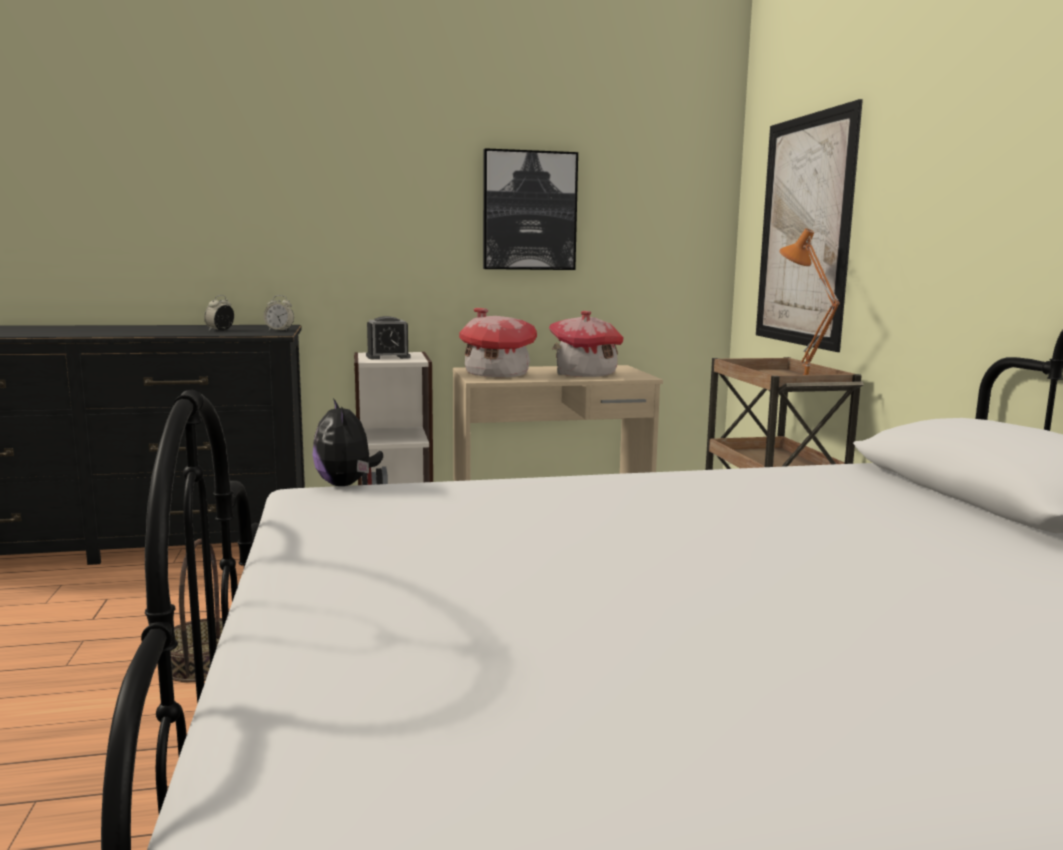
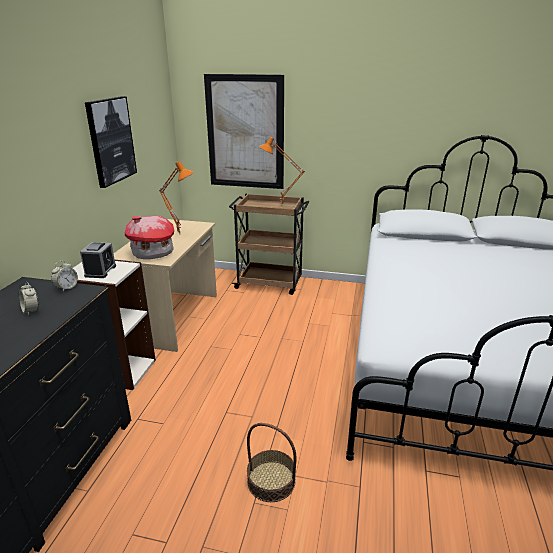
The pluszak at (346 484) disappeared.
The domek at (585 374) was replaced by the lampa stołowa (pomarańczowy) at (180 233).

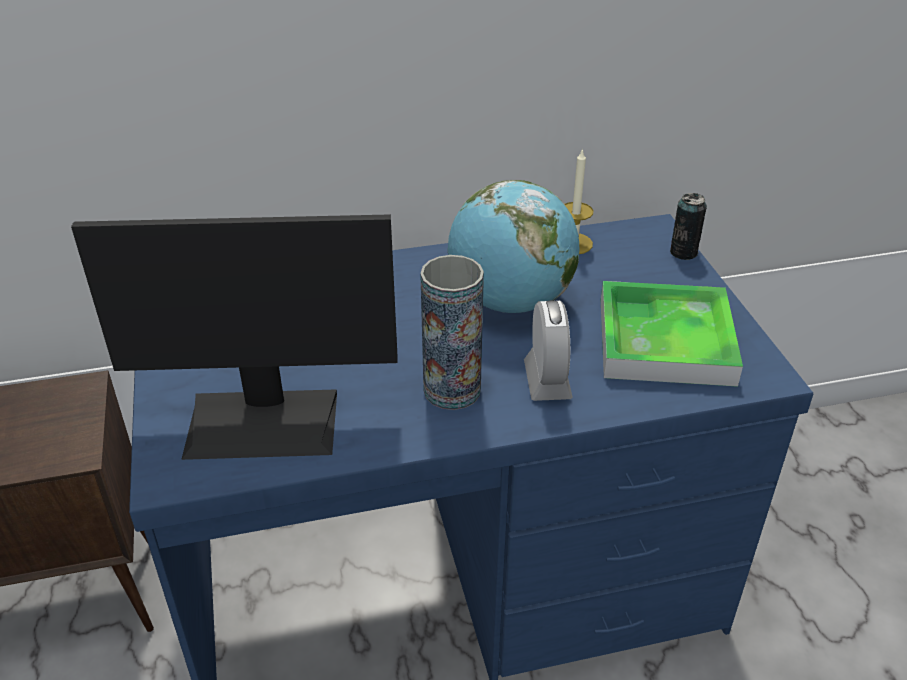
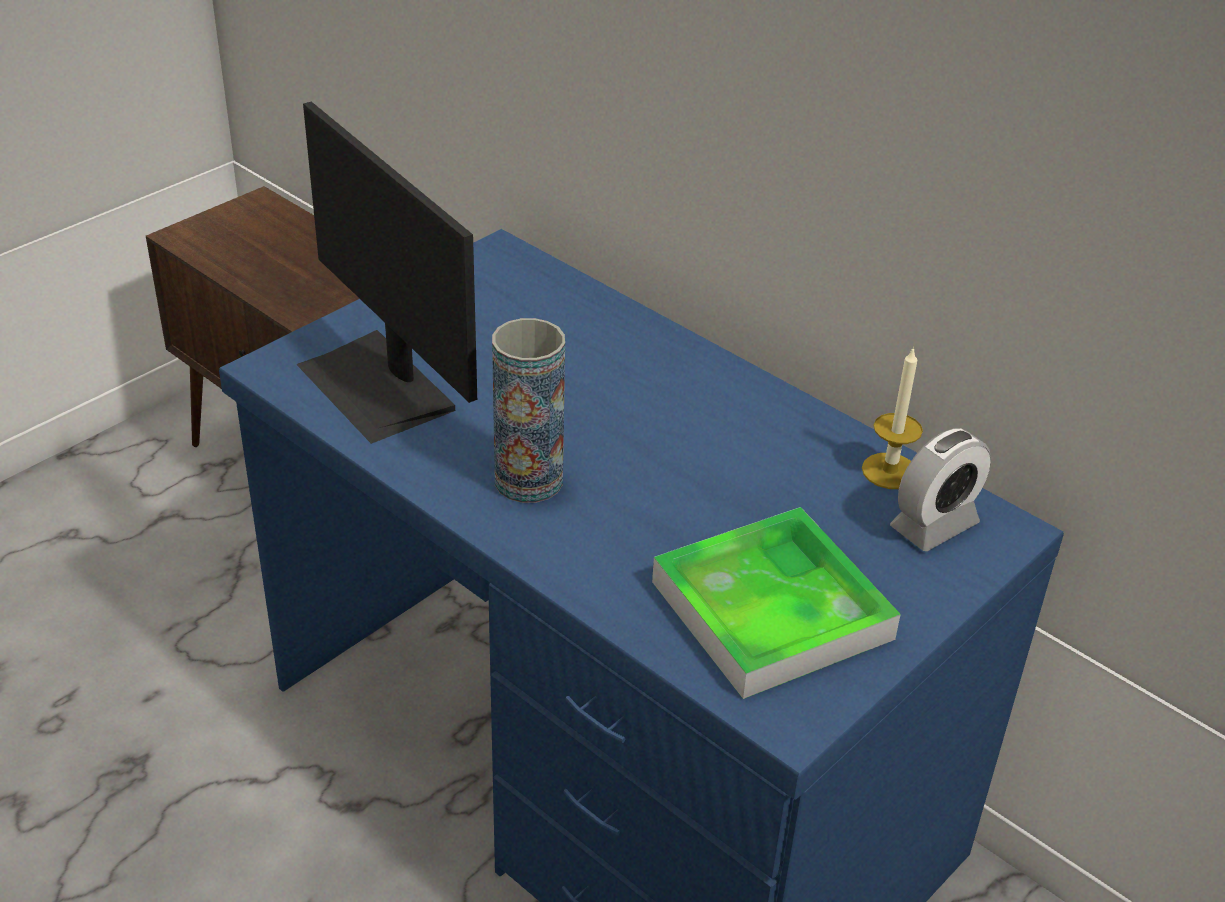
The globus at (510 302) disappeared.
The puszka at (683 252) disappeared.
The budzik moved from (547 380) to (934 525).

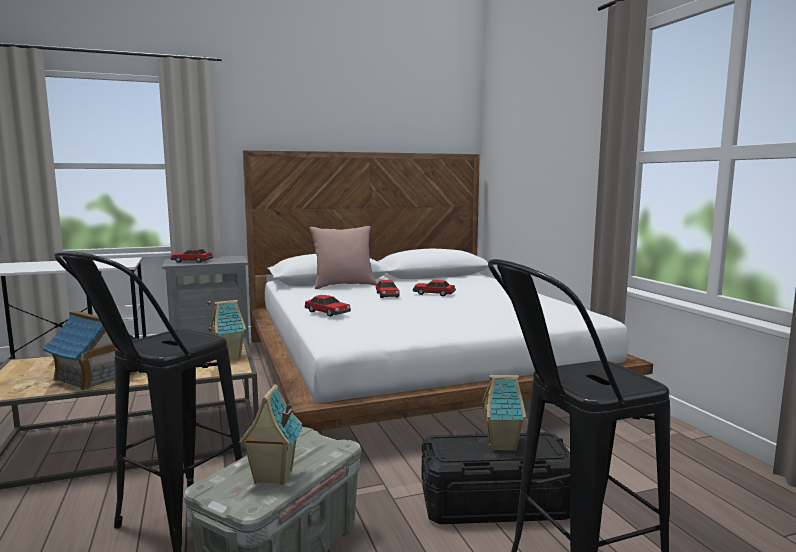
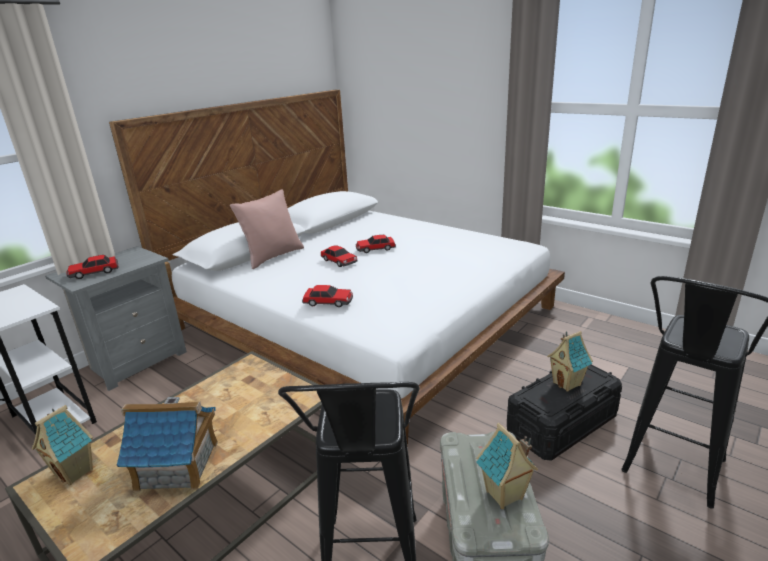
The domek moved from (230 356) to (76 472).

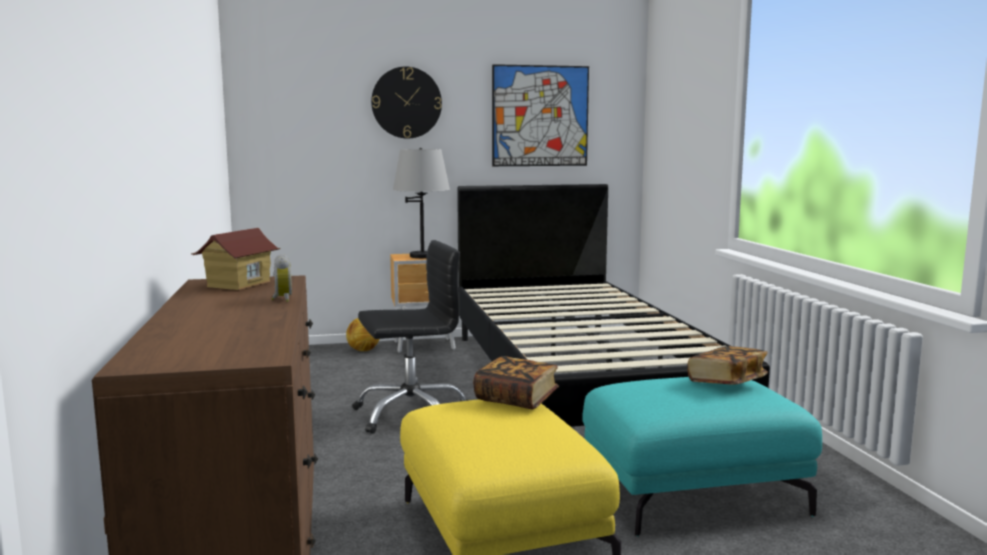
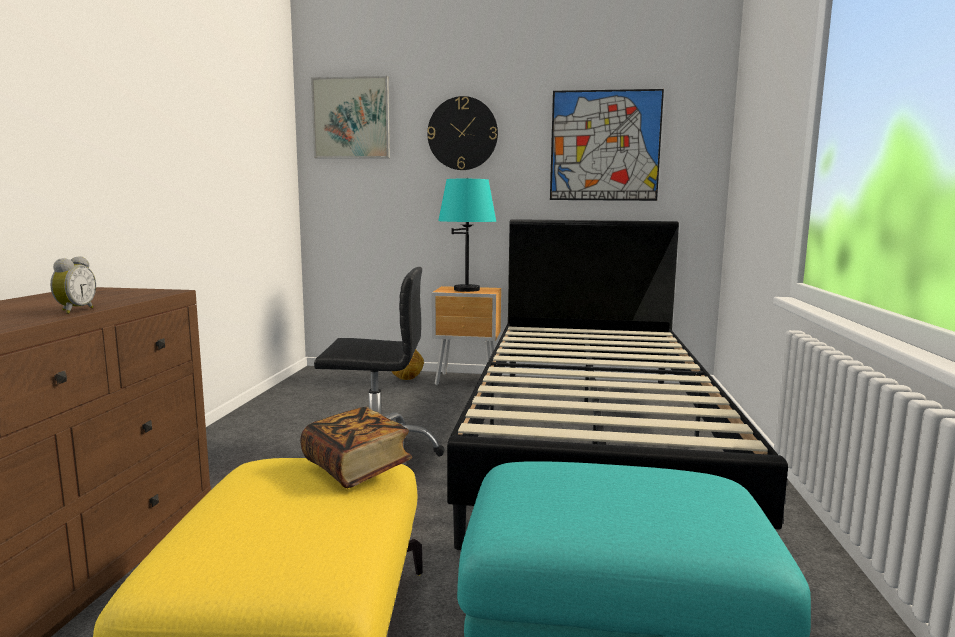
The domek at (238 284) disappeared.
The książka at (727 382) disappeared.
The obraz at (351 118) appeared.
The lampa stołowa (szary) at (422 256) became the lampa stołowa (turkusowy) at (467 289).

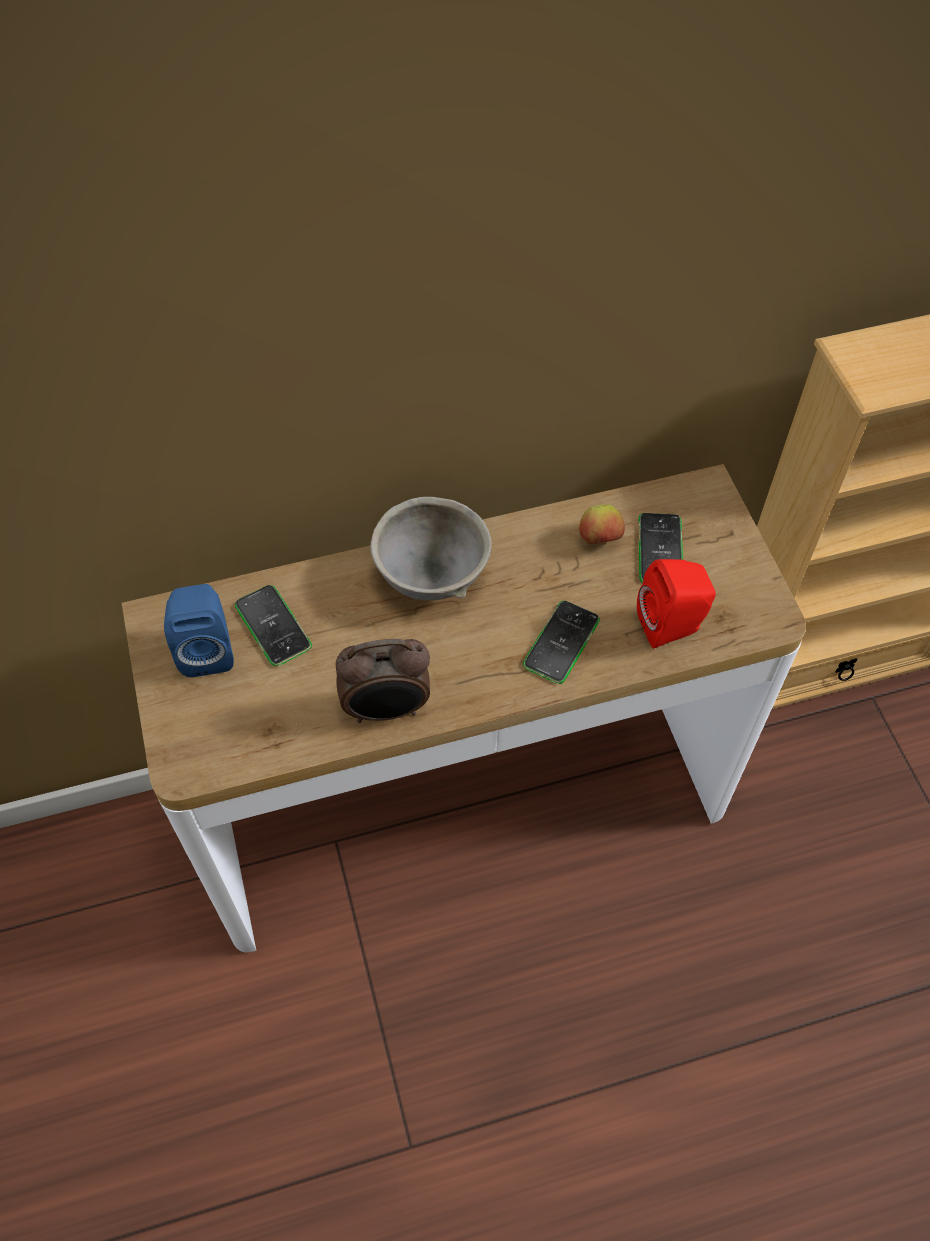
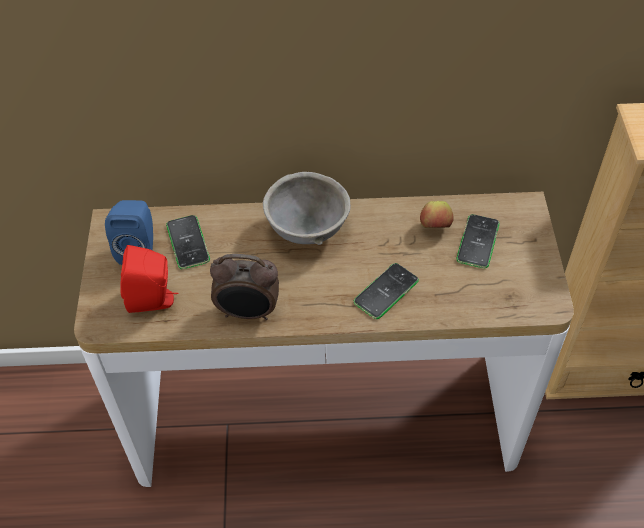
The głośnik (czerwony) moved from (672 626) to (154 300).

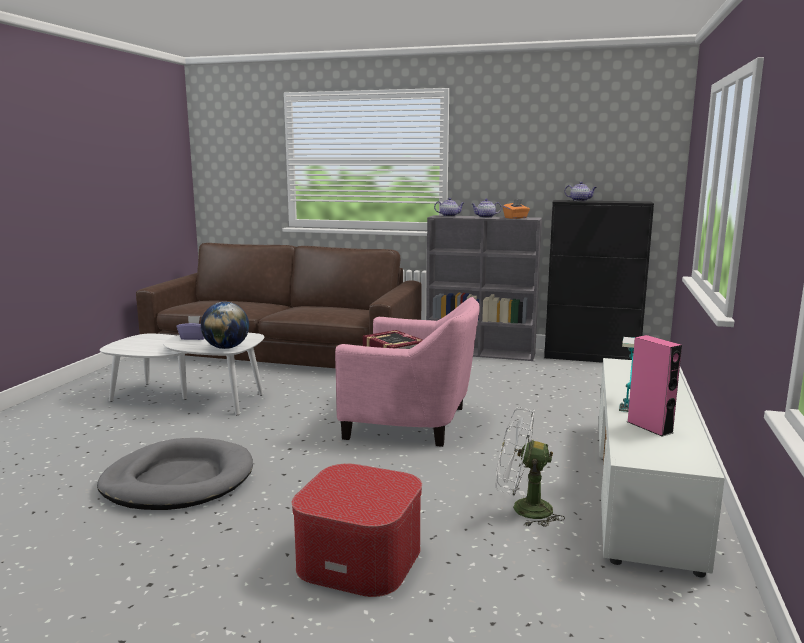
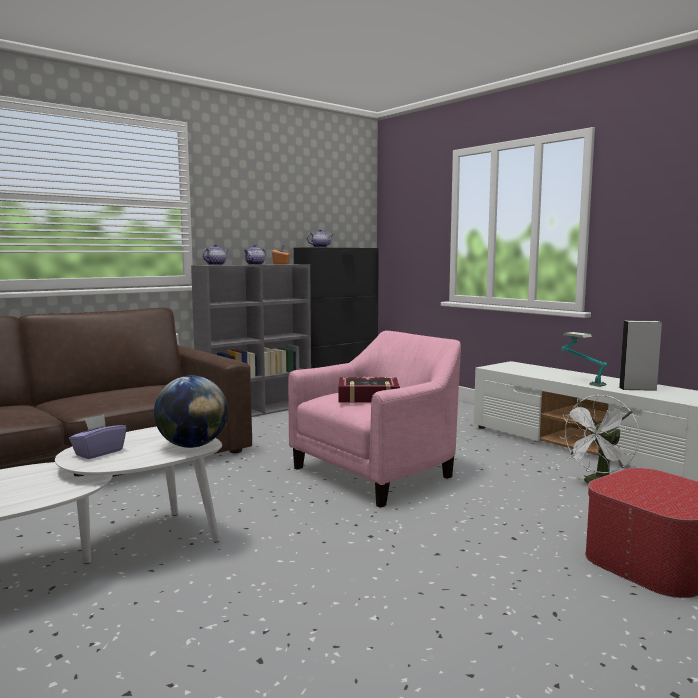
The legowisko (szary) at (178 480) disappeared.
The głośnik (różowy) at (649 427) became the głośnik (szary) at (637 388).

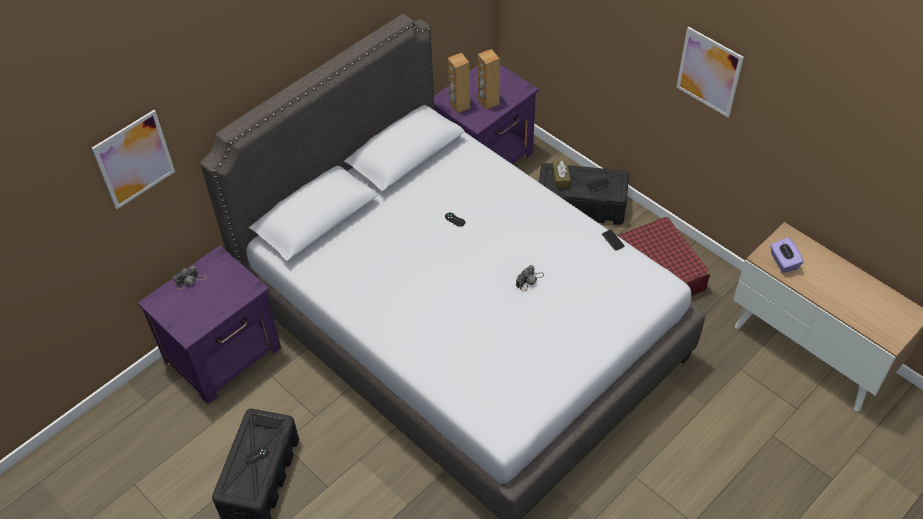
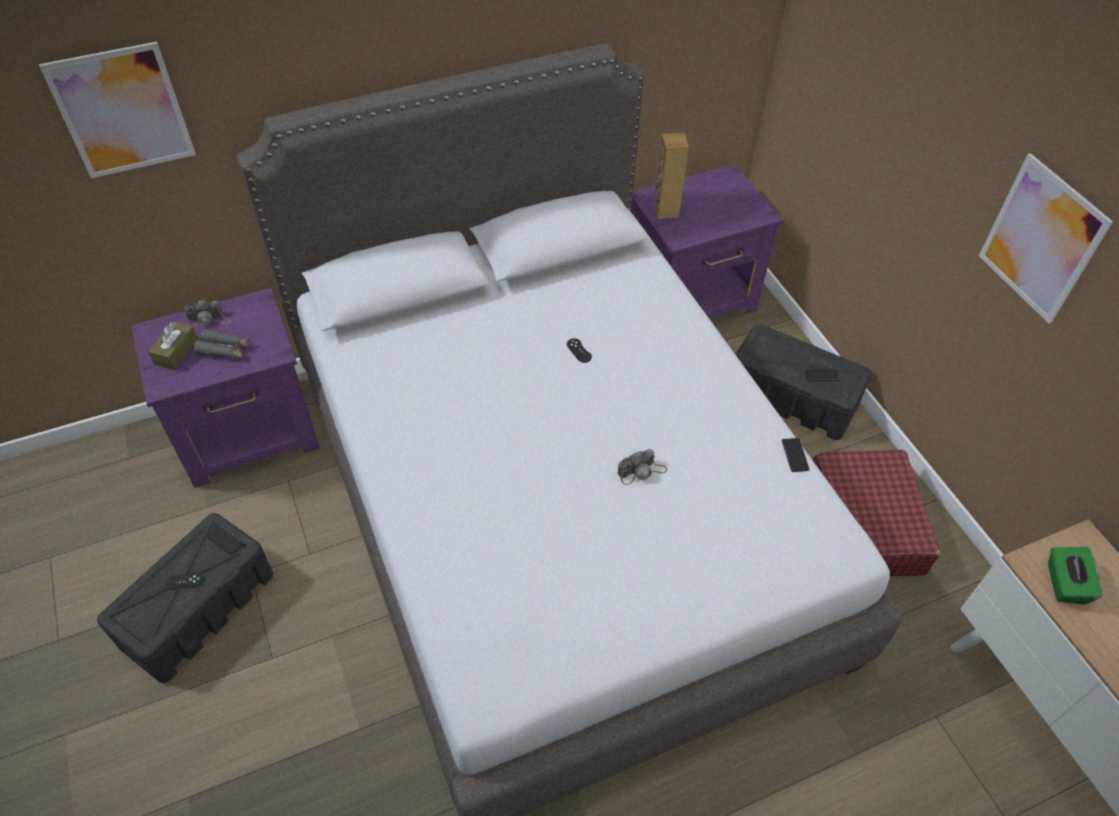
The głośnik (brązowy) at (488 102) disappeared.
The lornetka (szary) at (225 350) appeared.
The pudełko chusteczek (brązowy) moved from (560 179) to (176 351).
The pudełko chusteczek (fioletowy) at (783 262) became the pudełko chusteczek (zielony) at (1064 584).

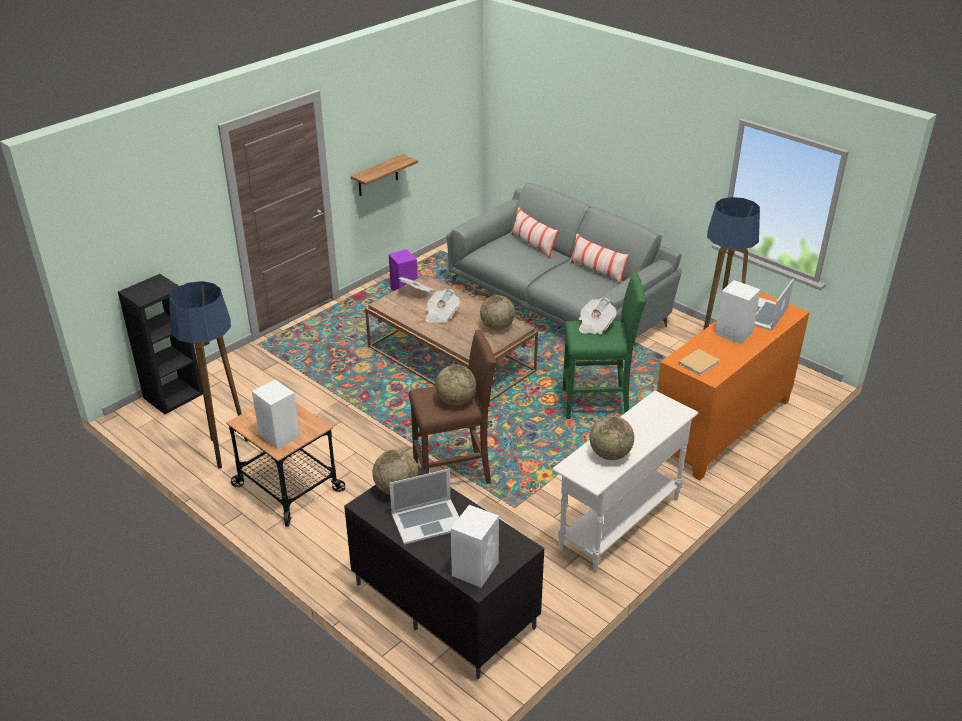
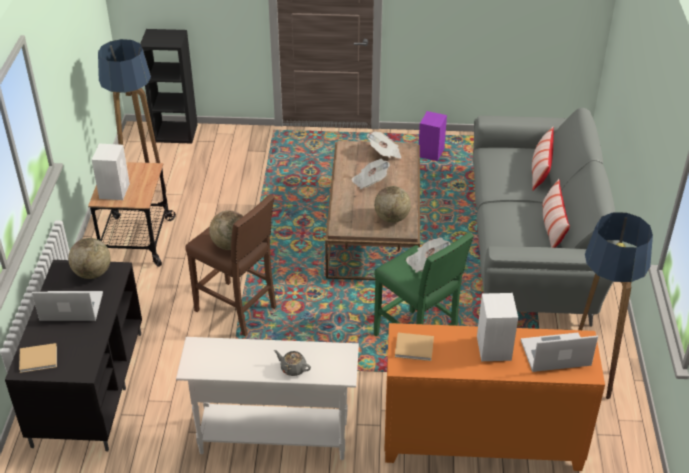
The półka at (378 176) disappeared.
The globus at (610 454) disappeared.
The imbryk (szary) at (293 368) appeared.
The głośnik (biały) at (475 568) was replaced by the książka (beżowy) at (40 359).
The laptop at (427 521) turned 150 degrees clockwise.

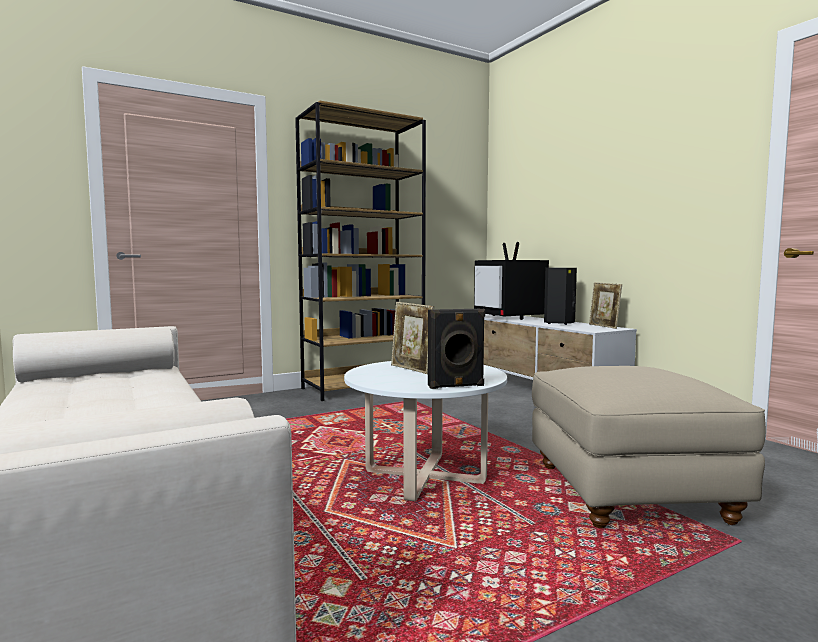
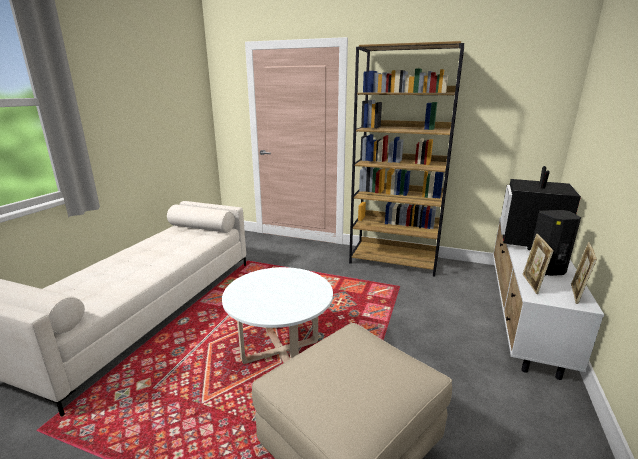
The głośnik (czarny) at (456 386) disappeared.
The ramka na zdjęcie moved from (411 369) to (531 284).

